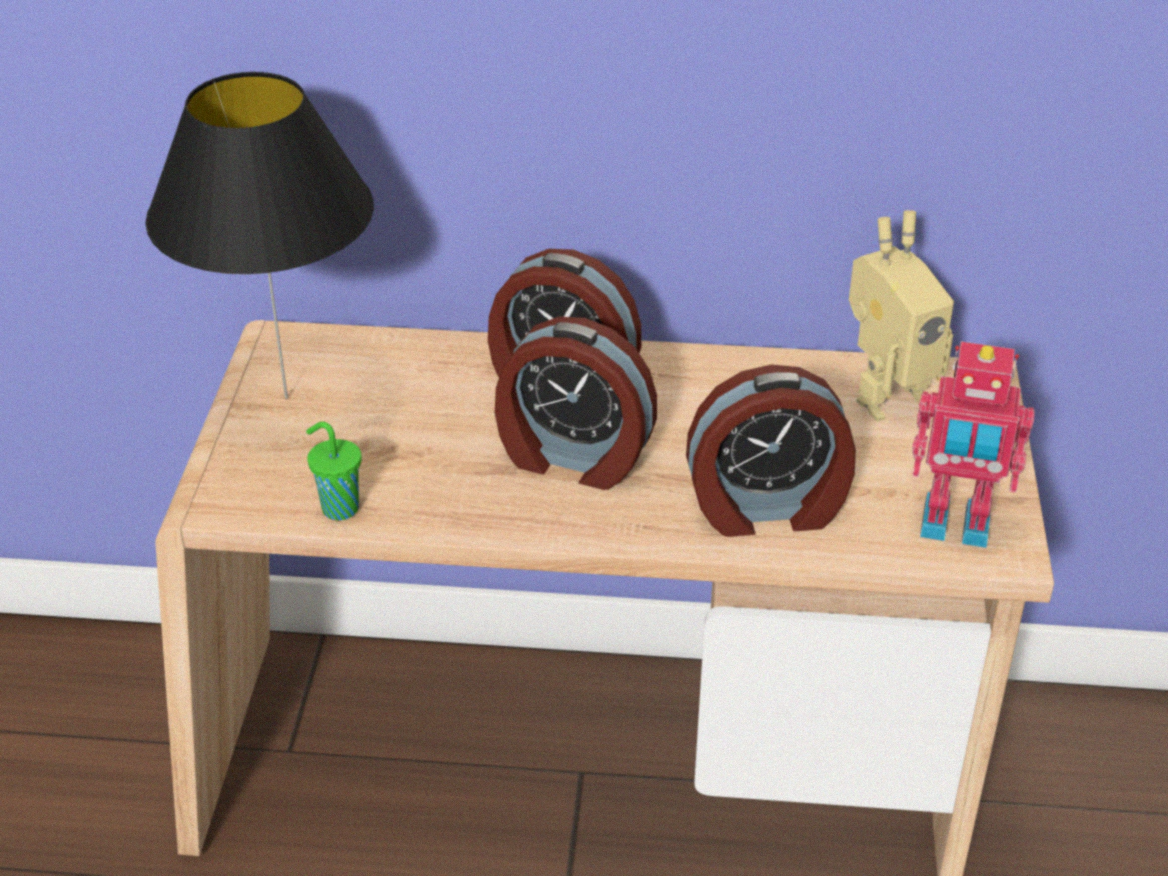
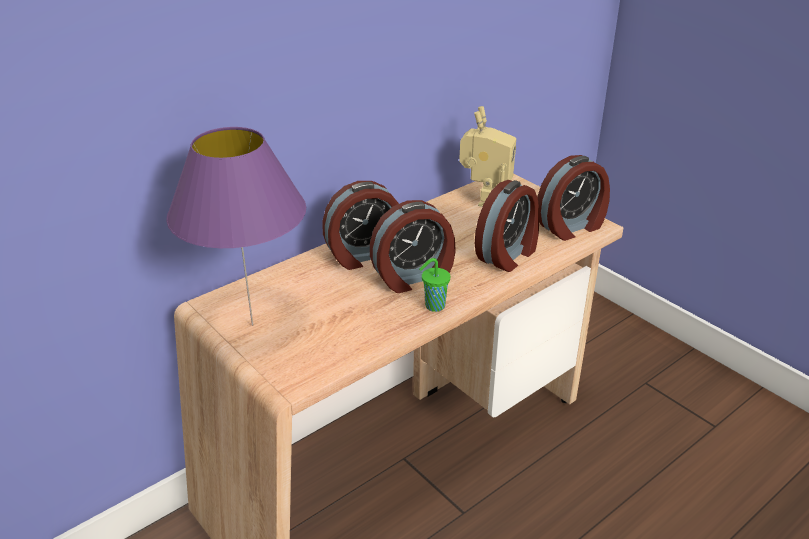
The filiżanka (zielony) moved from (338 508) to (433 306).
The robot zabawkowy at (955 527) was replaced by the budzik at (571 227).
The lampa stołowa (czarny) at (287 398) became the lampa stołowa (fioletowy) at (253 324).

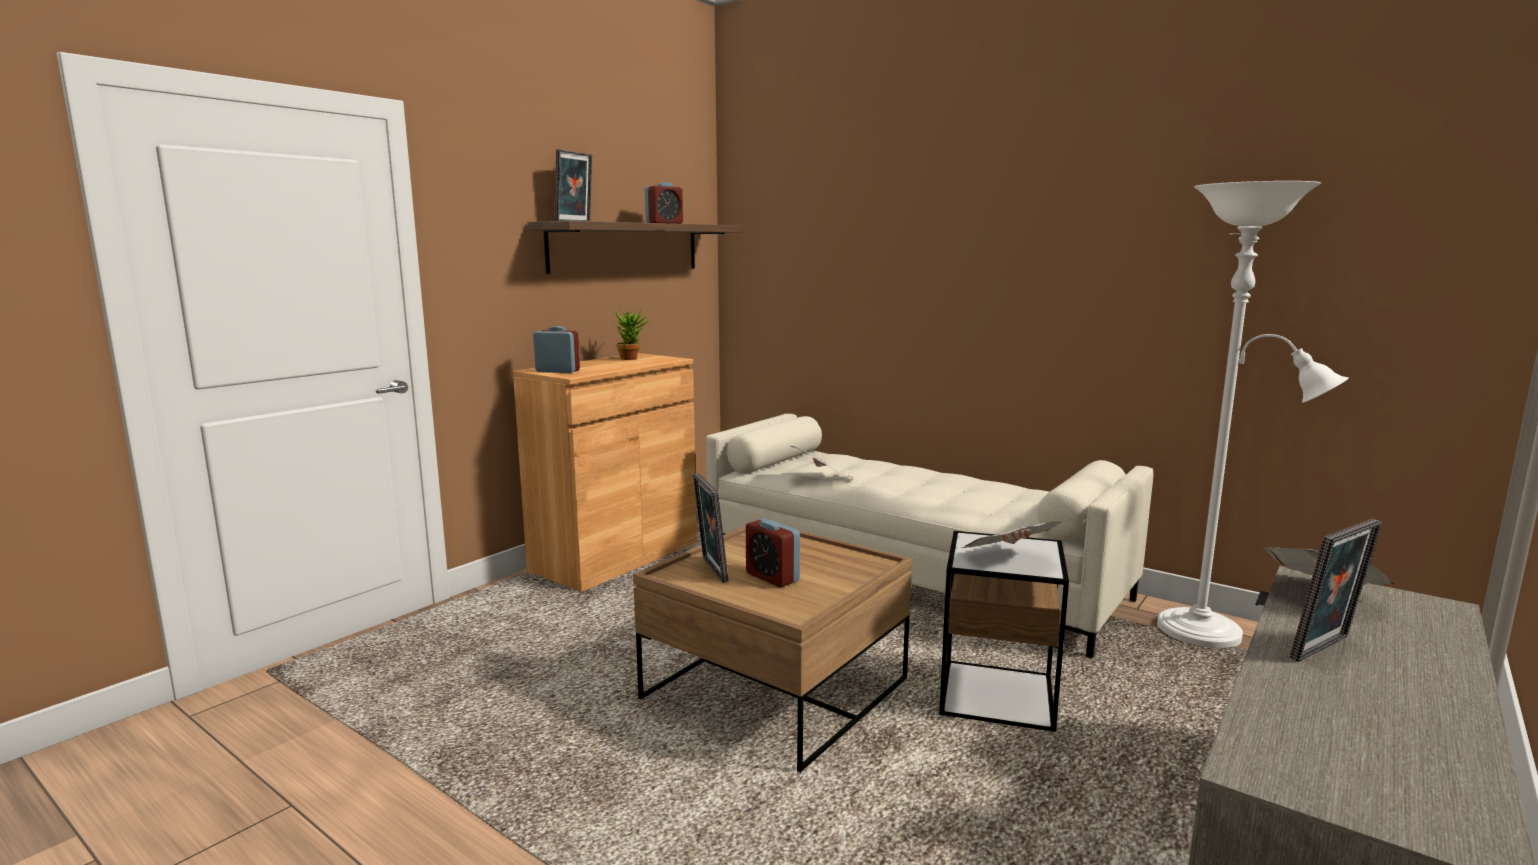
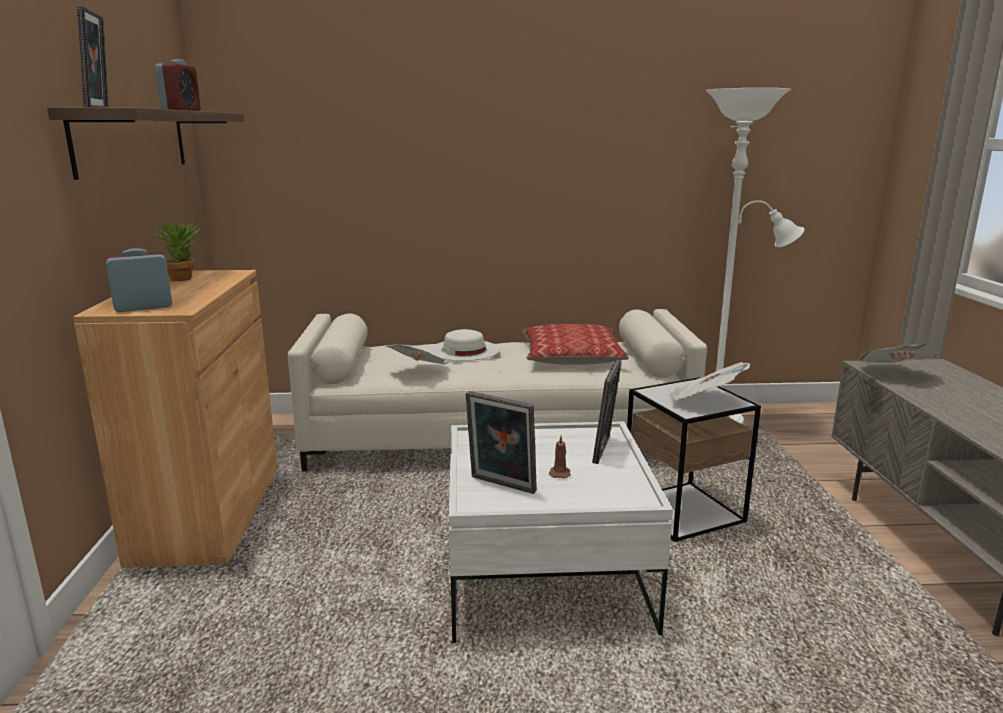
The kapelusz (biały) at (464 350) appeared.
The poduszka at (571 357) appeared.
The ramka na zdjęcie moved from (1326 650) to (605 450).
The budzik at (772 577) was replaced by the świeca (brązowy) at (559 473).
The ława (brązowy) at (776 689) became the ława (biały) at (545 577).

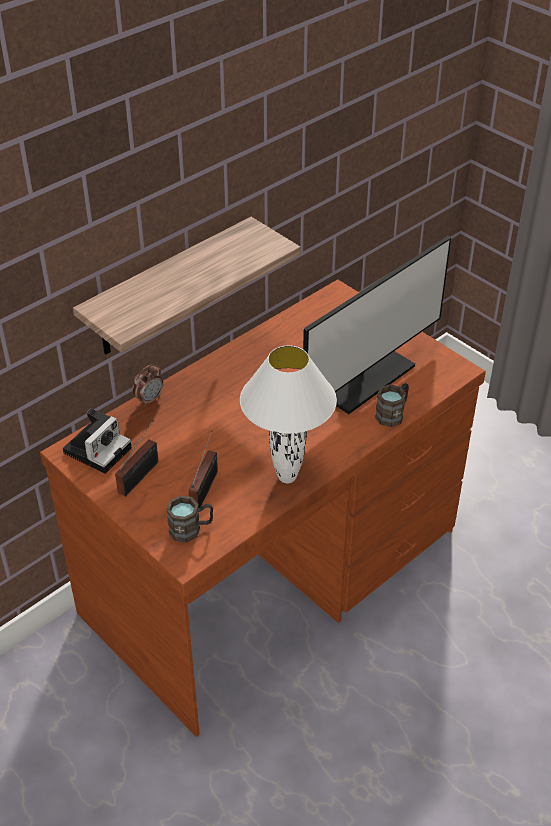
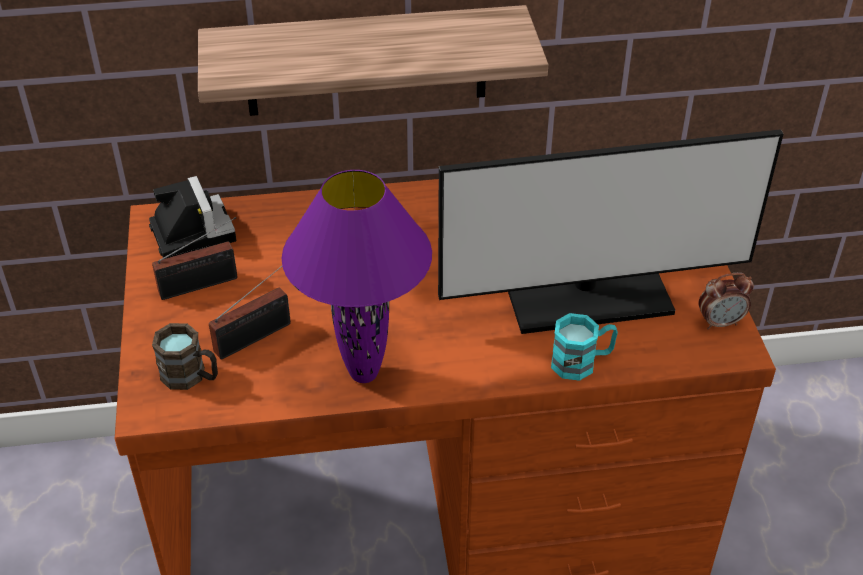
The budzik moved from (149 399) to (720 322).
The lampa stołowa (biały) at (287 478) became the lampa stołowa (fioletowy) at (363 375).
The kubek (brązowy) at (393 413) became the kubek (turkusowy) at (582 362).
The aparat fotograficzny at (98 448) turned 90 degrees counterclockwise.

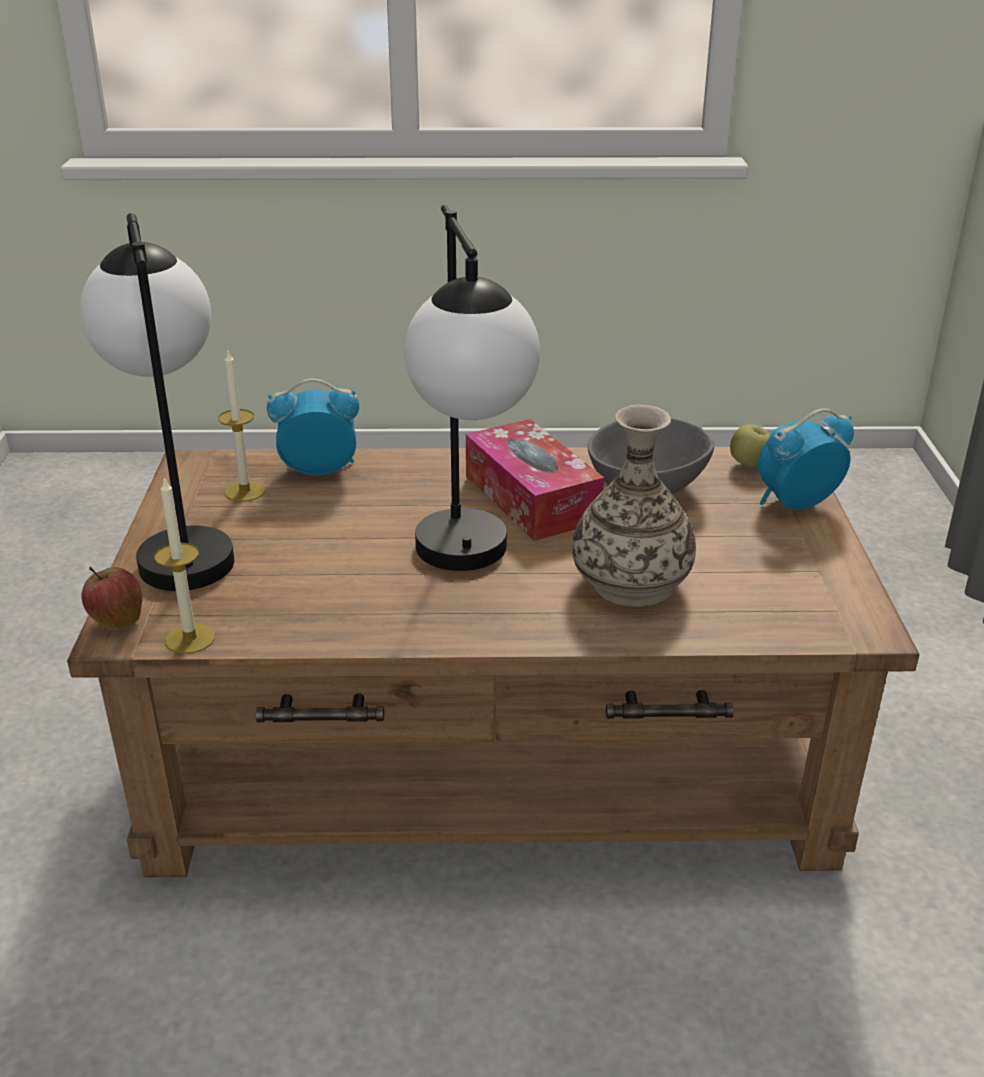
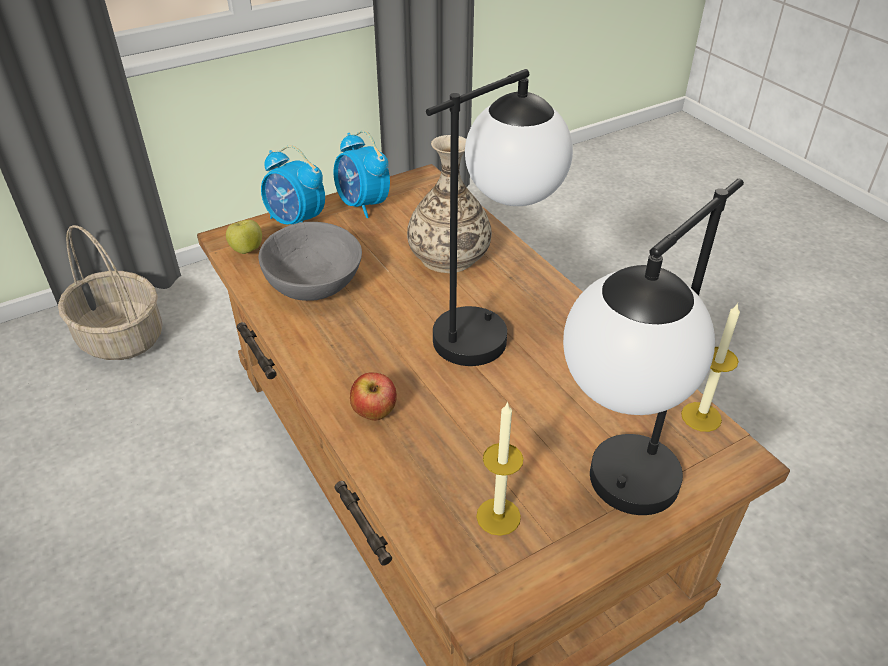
The pudełko chusteczek at (531 498) disappeared.
The koszyk at (120 338) appeared.
The jabłko moved from (116 622) to (374 414).
The budzik moved from (318 470) to (363 205).

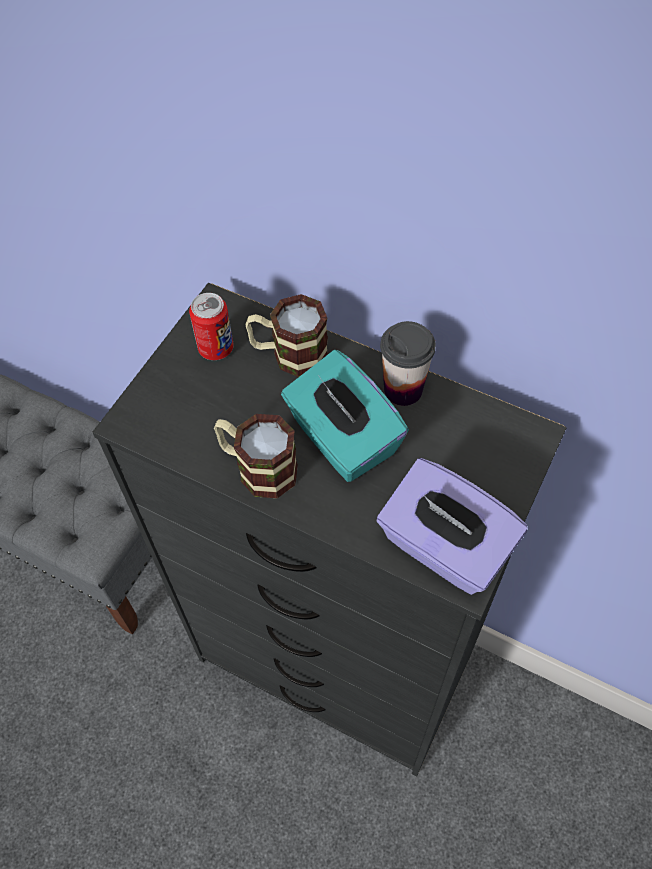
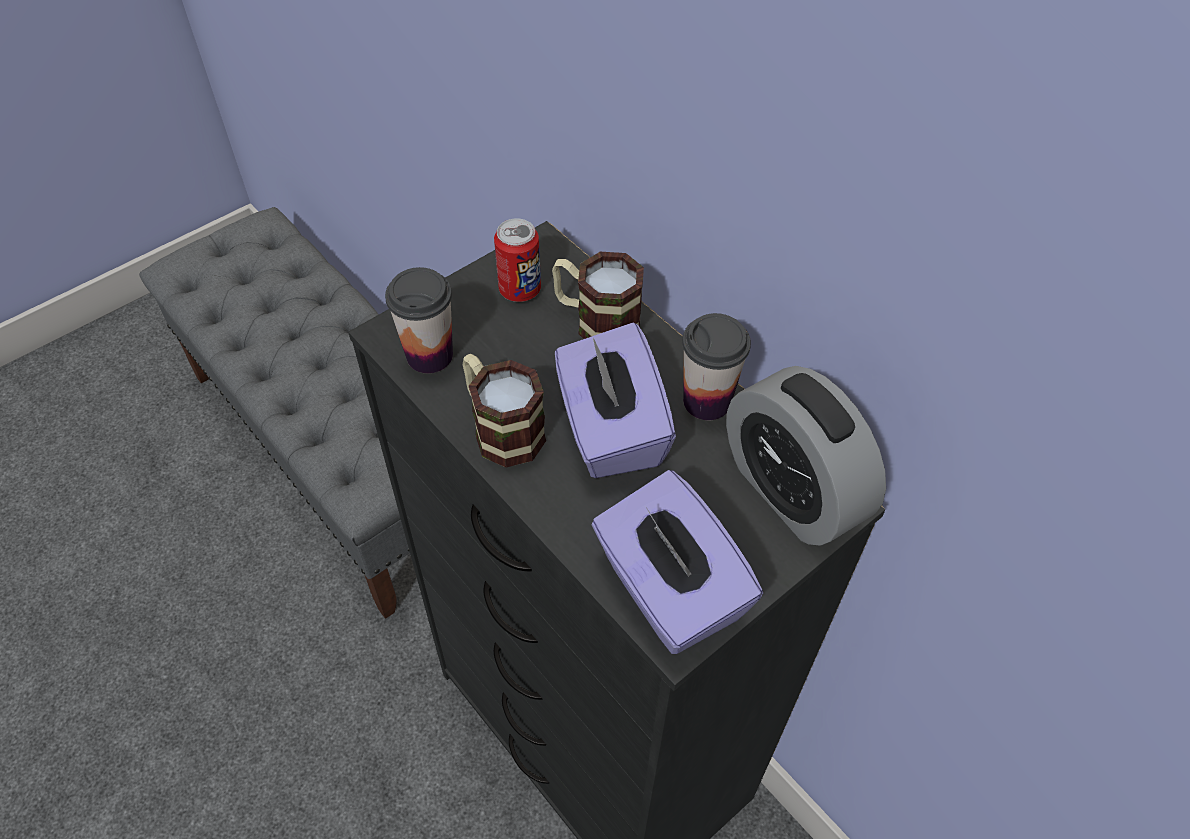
The filiżanka at (429 355) appeared.
The budzik at (791 491) appeared.
The pudełko chusteczek (turkusowy) at (342 438) became the pudełko chusteczek (fioletowy) at (610 430).

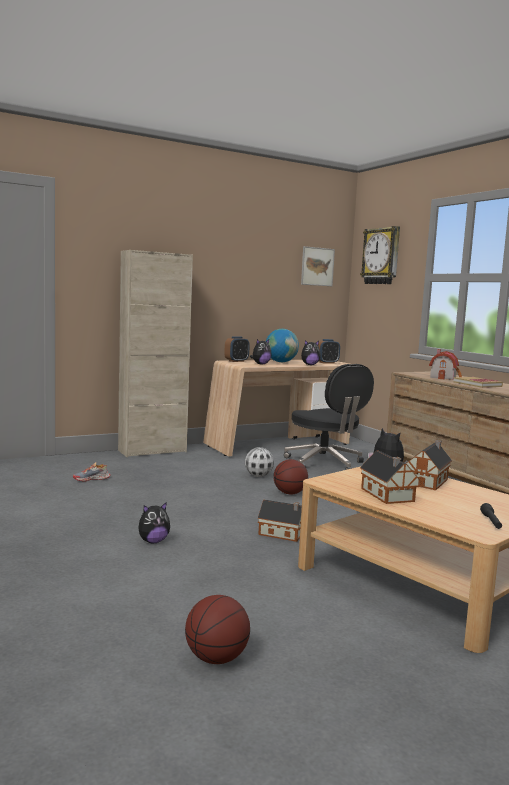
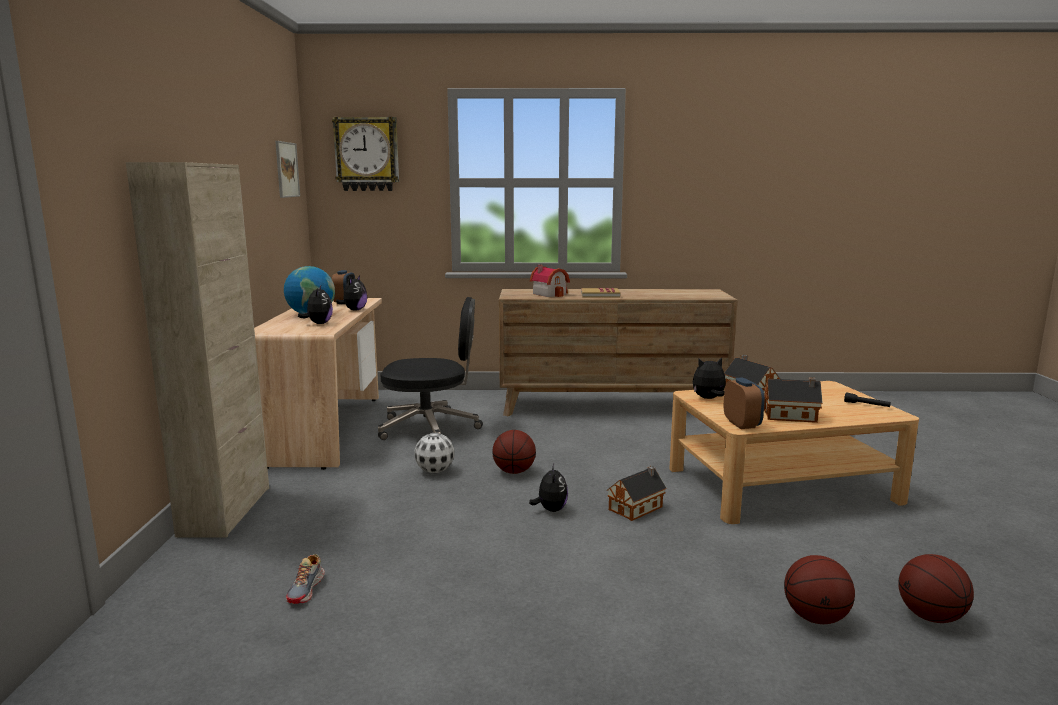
The piłka do koszykówki at (815 618) appeared.
The pluszak moved from (153 541) to (550 510).
The budzik moved from (236 361) to (742 424).

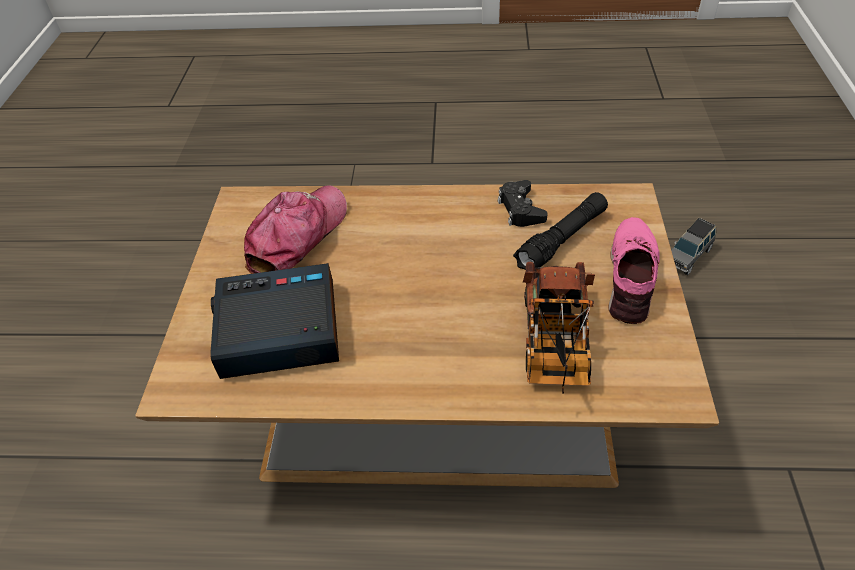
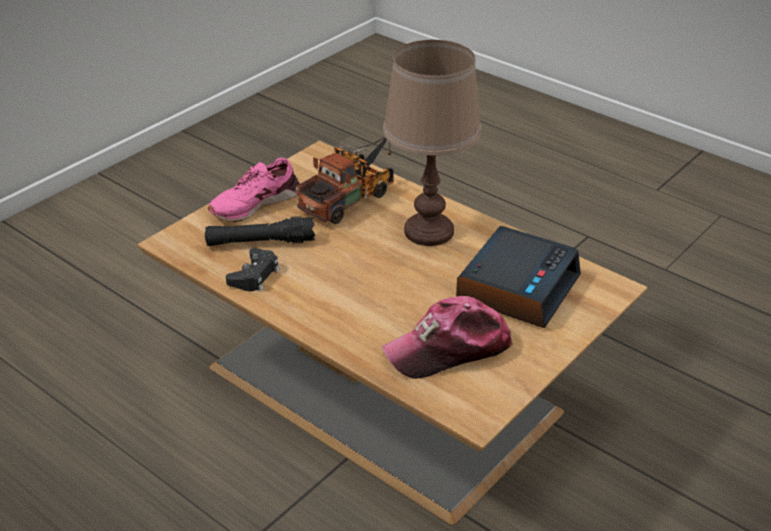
The samochodzik (szary) at (688 256) disappeared.
The lampa stołowa (brązowy) at (429 231) appeared.
The budzik at (278 331) turned 90 degrees counterclockwise.

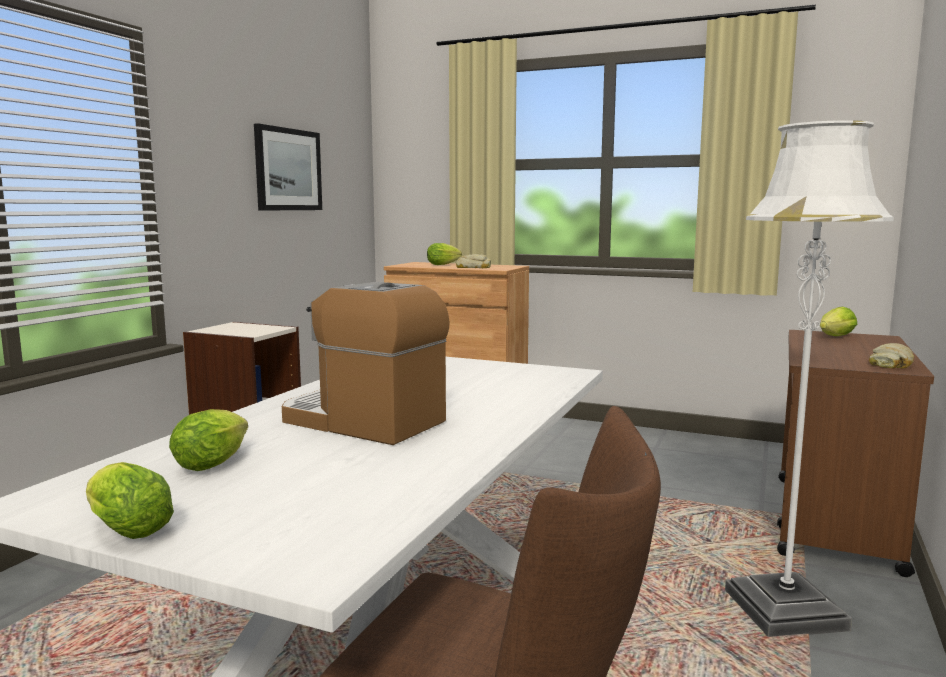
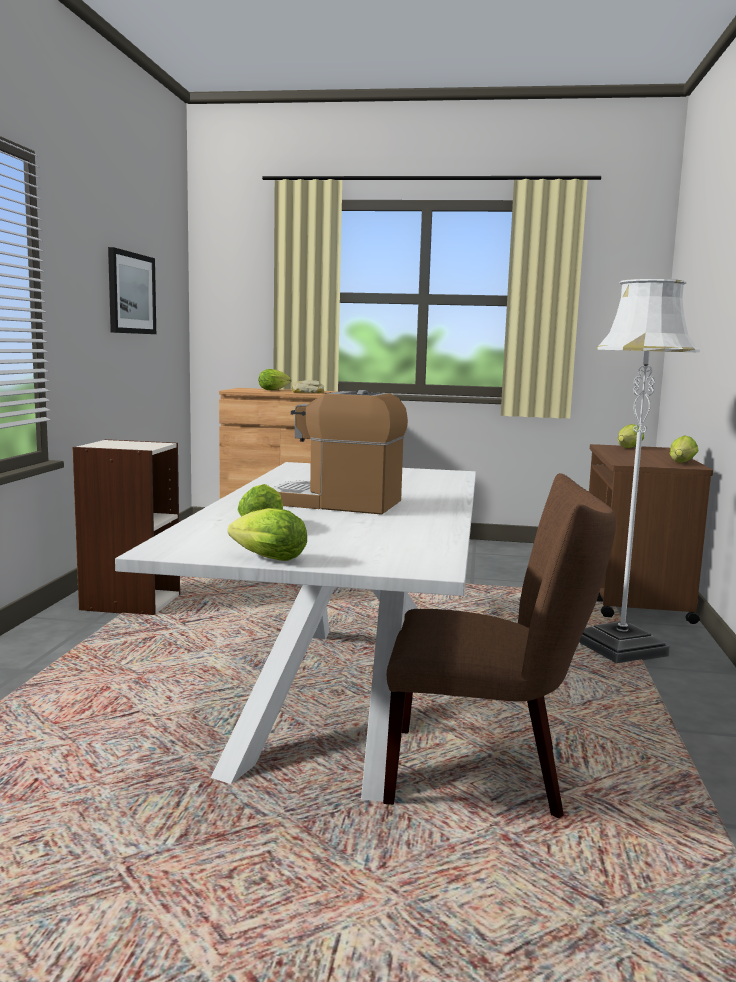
The chleb at (893 363) was replaced by the sałata at (681 463).

